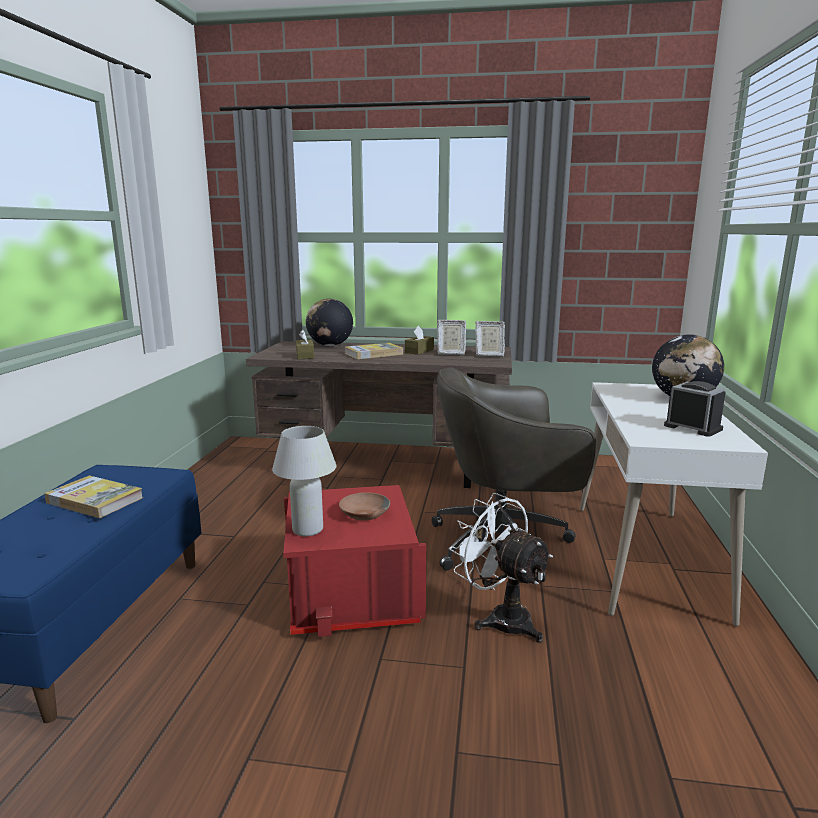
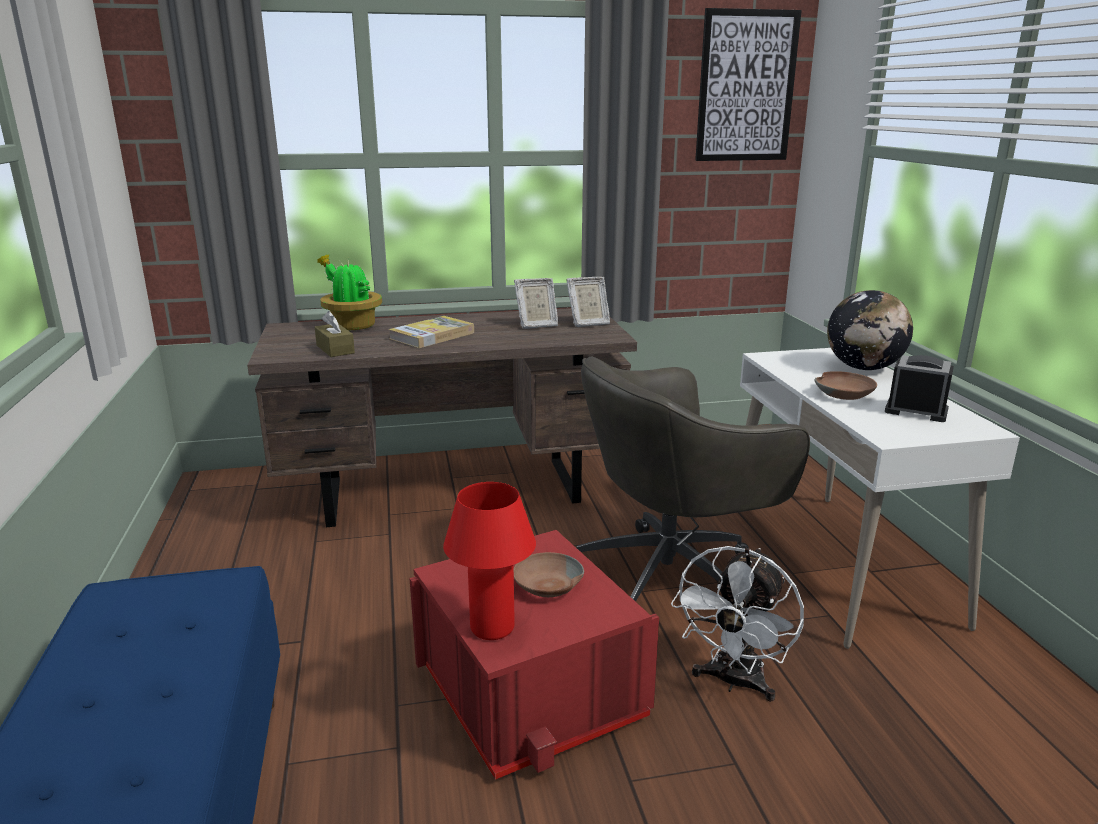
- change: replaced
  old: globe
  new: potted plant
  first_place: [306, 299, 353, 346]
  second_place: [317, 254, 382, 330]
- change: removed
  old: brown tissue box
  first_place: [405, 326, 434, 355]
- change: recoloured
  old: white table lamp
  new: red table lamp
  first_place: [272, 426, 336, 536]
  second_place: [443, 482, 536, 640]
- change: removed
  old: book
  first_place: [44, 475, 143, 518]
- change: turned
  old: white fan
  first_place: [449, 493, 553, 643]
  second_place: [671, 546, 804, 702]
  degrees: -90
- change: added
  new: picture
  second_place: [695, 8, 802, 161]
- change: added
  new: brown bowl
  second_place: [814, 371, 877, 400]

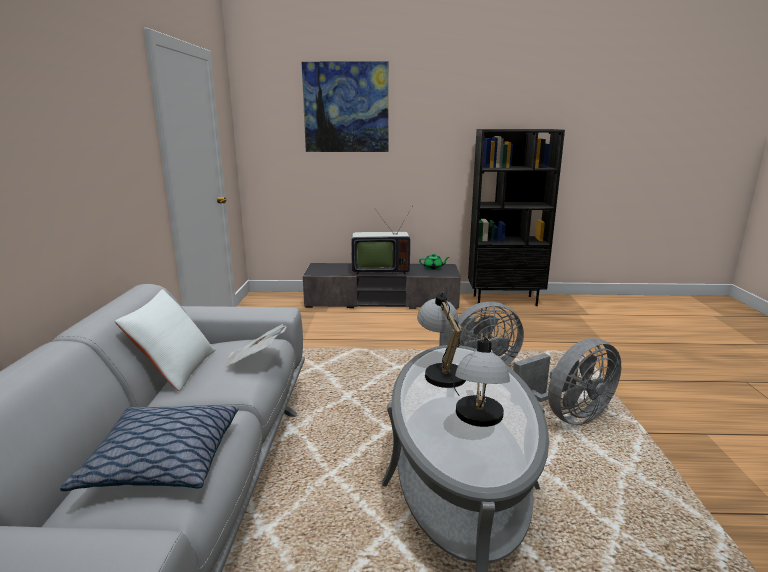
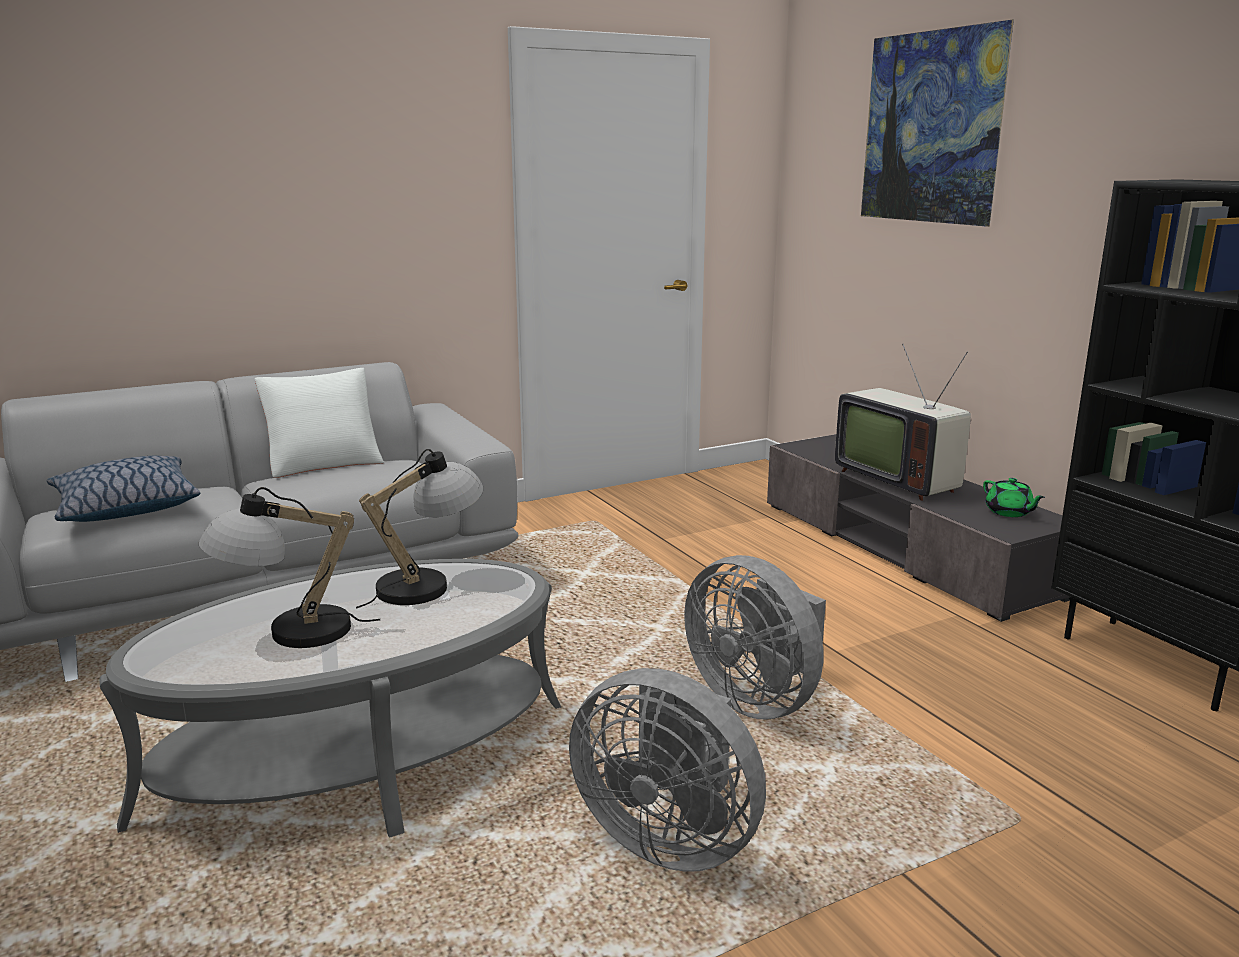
- change: removed
  old: newspaper
  first_place: [226, 324, 286, 367]

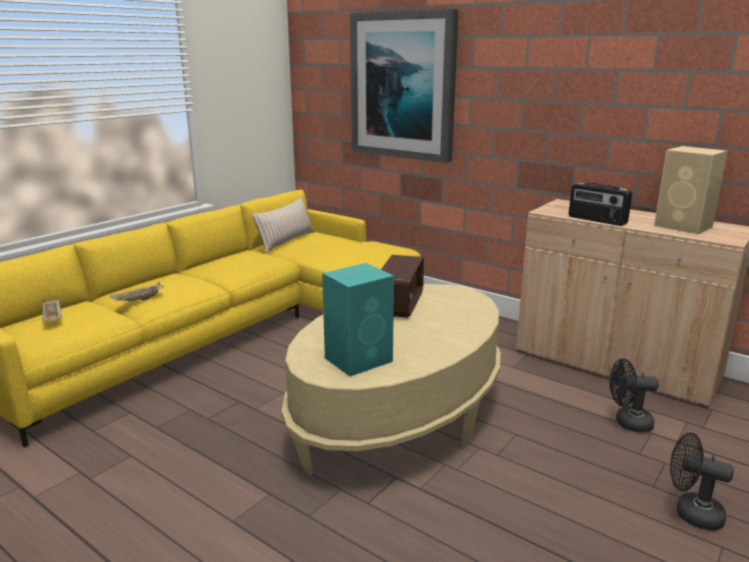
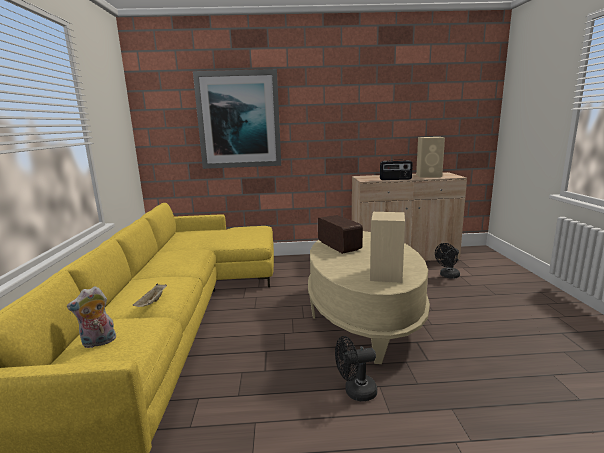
- change: removed
  old: beige pillow
  first_place: [252, 197, 314, 253]
- change: recoloured
  old: turquoise speaker
  new: beige speaker
  first_place: [322, 263, 394, 377]
  second_place: [370, 212, 405, 283]
- change: replaced
  old: beige tray
  new: plush toy
  first_place: [42, 299, 62, 321]
  second_place: [67, 286, 116, 348]
- change: moved
  old: black fan
  first_place: [670, 432, 734, 531]
  second_place: [335, 336, 377, 401]

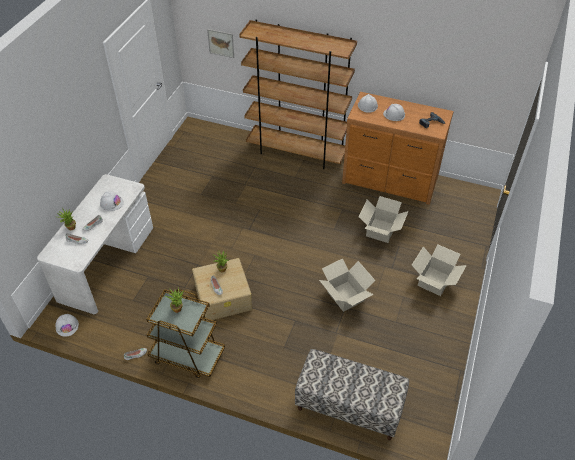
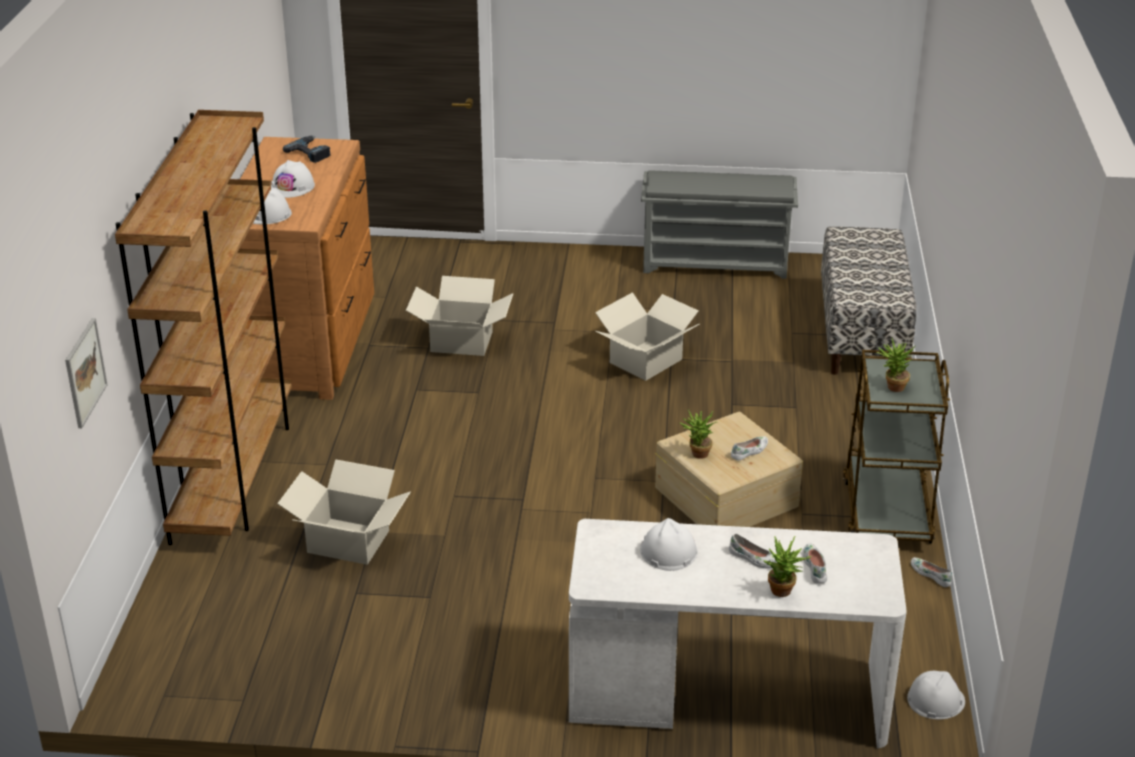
- change: moved
  old: cardboard box
  first_place: [412, 244, 467, 296]
  second_place: [277, 460, 411, 565]
- change: added
  new: grey shoe rack
  second_place: [641, 170, 798, 279]

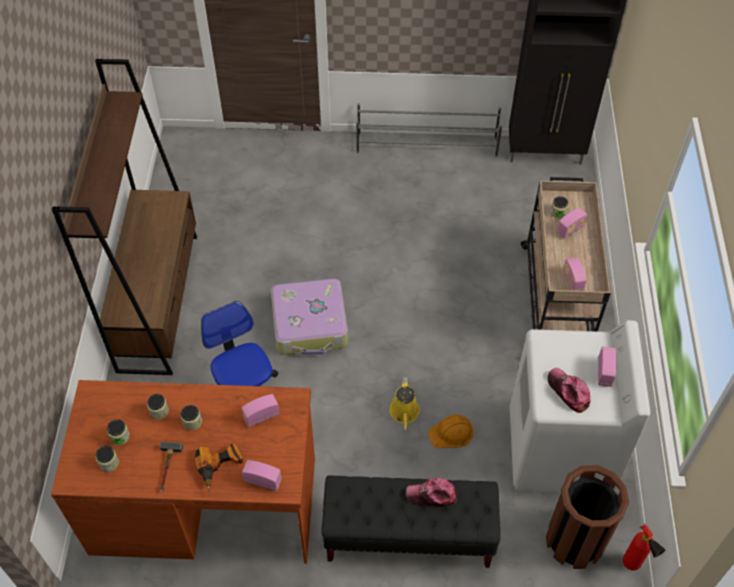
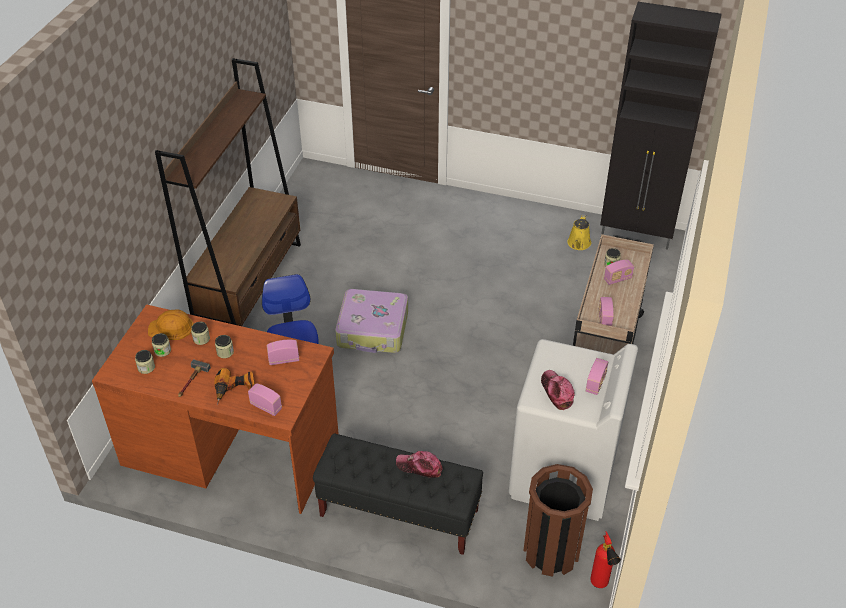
- change: removed
  old: grey shoe rack
  first_place: [356, 103, 502, 157]
- change: moved
  old: yellow watering can
  first_place: [390, 377, 420, 431]
  second_place: [567, 214, 591, 250]
- change: moved
  old: orange hard hat
  first_place: [428, 414, 474, 448]
  second_place: [148, 309, 194, 340]

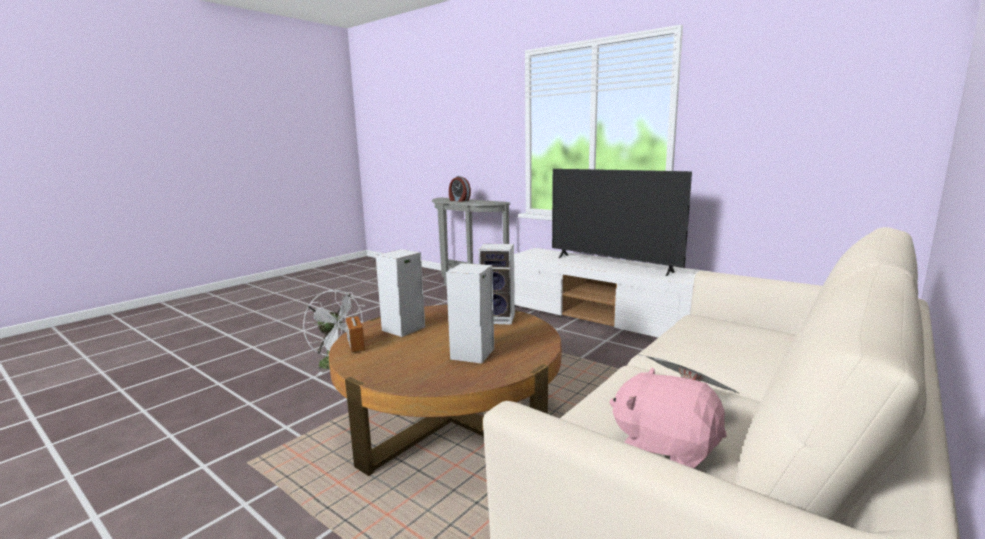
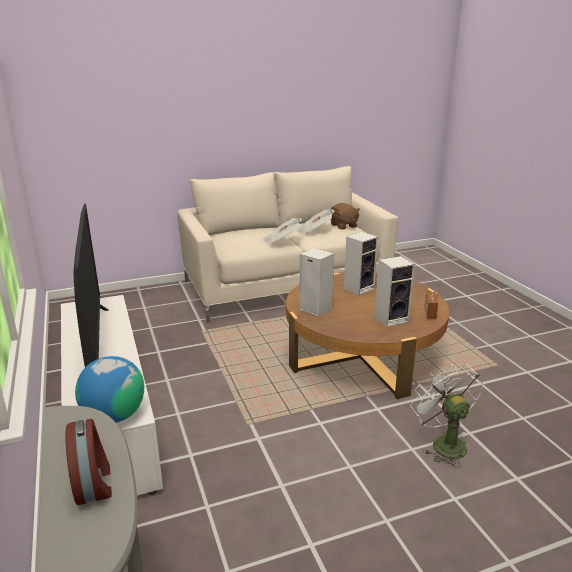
- change: recoloured
  old: pink plush toy
  new: brown plush toy
  first_place: [609, 367, 727, 468]
  second_place: [331, 203, 360, 230]
- change: added
  new: newspaper
  second_place: [262, 218, 302, 244]
- change: added
  new: globe
  second_place: [75, 356, 144, 423]

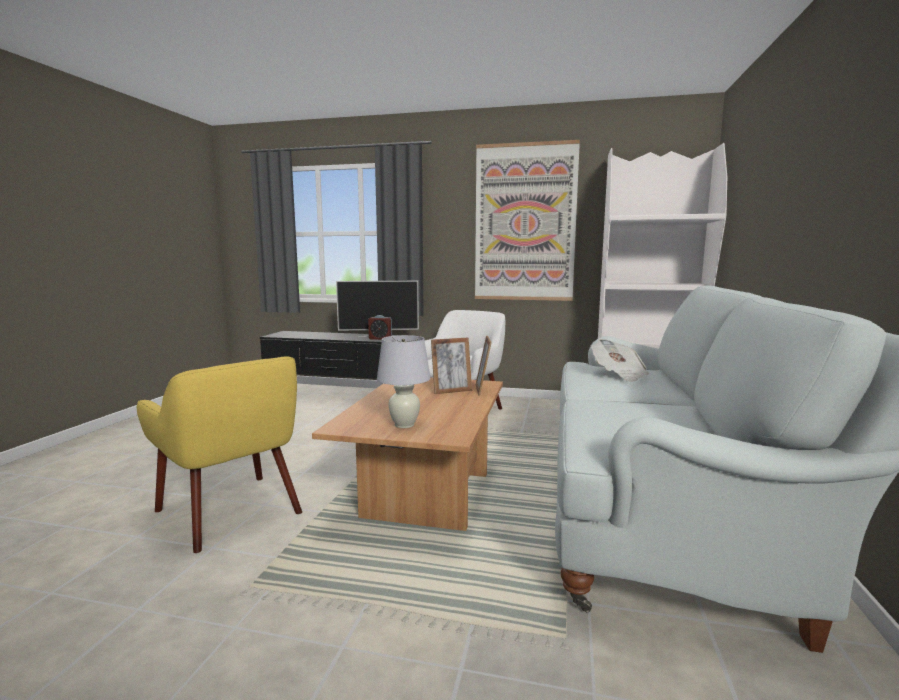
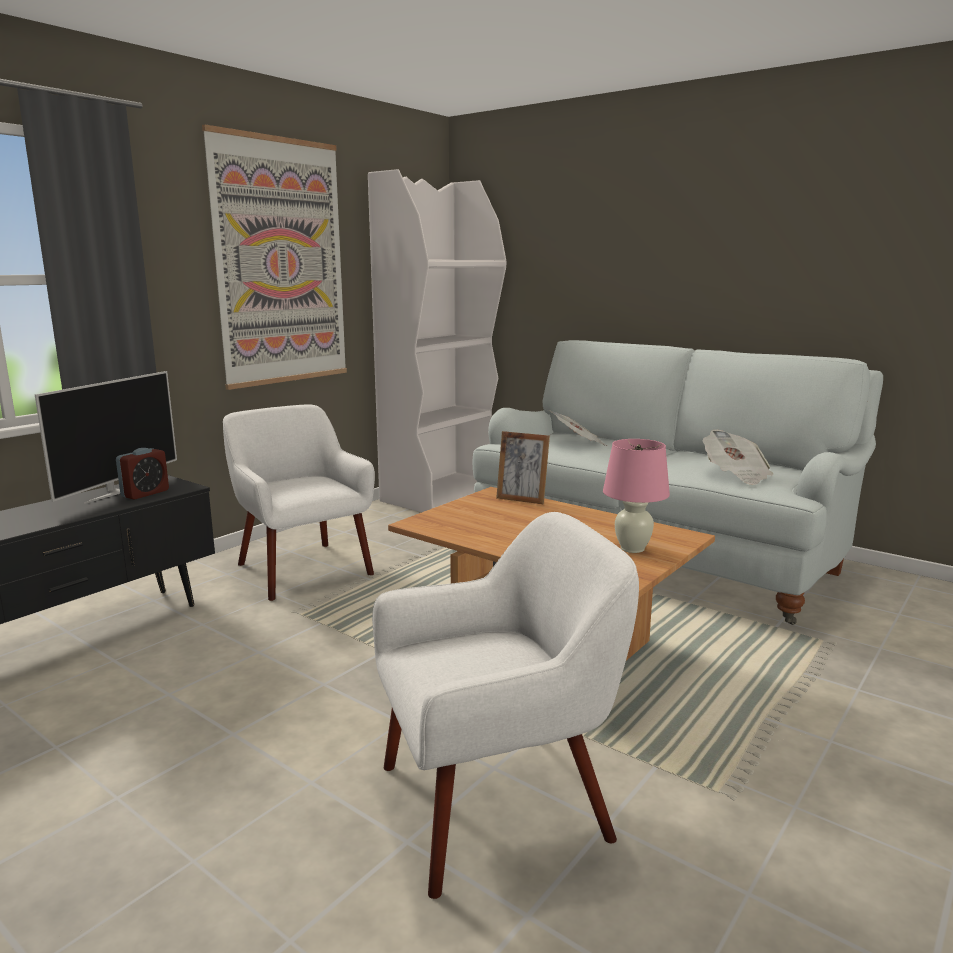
- change: recoloured
  old: white table lamp
  new: pink table lamp
  first_place: [377, 335, 431, 428]
  second_place: [603, 439, 670, 553]
- change: removed
  old: picture frame
  first_place: [431, 337, 472, 394]
- change: recoloured
  old: yellow armchair
  new: white armchair
  first_place: [137, 356, 302, 553]
  second_place: [372, 512, 639, 899]
- change: added
  new: newspaper
  second_place: [703, 430, 773, 485]

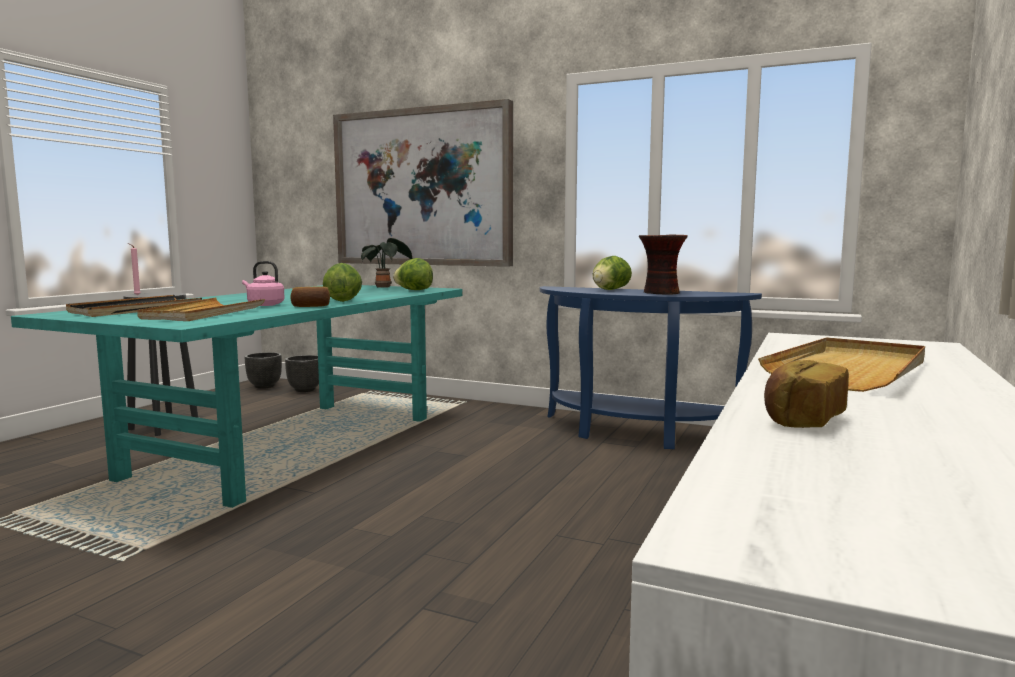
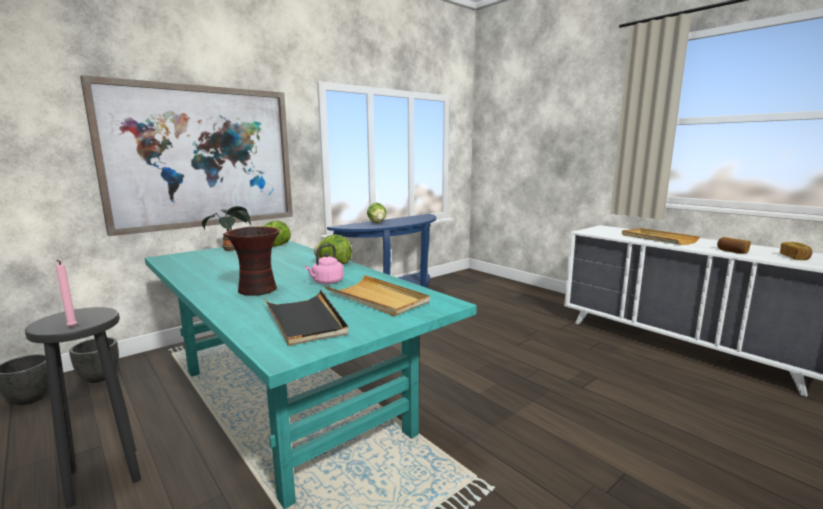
- change: moved
  old: vase
  first_place: [639, 235, 688, 295]
  second_place: [225, 227, 280, 296]
- change: moved
  old: bread
  first_place: [290, 286, 330, 307]
  second_place: [780, 242, 812, 260]

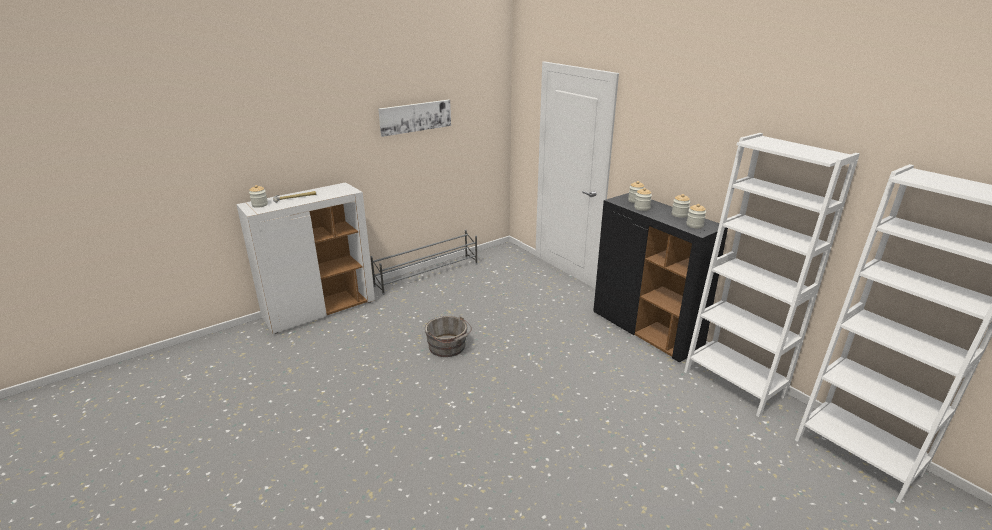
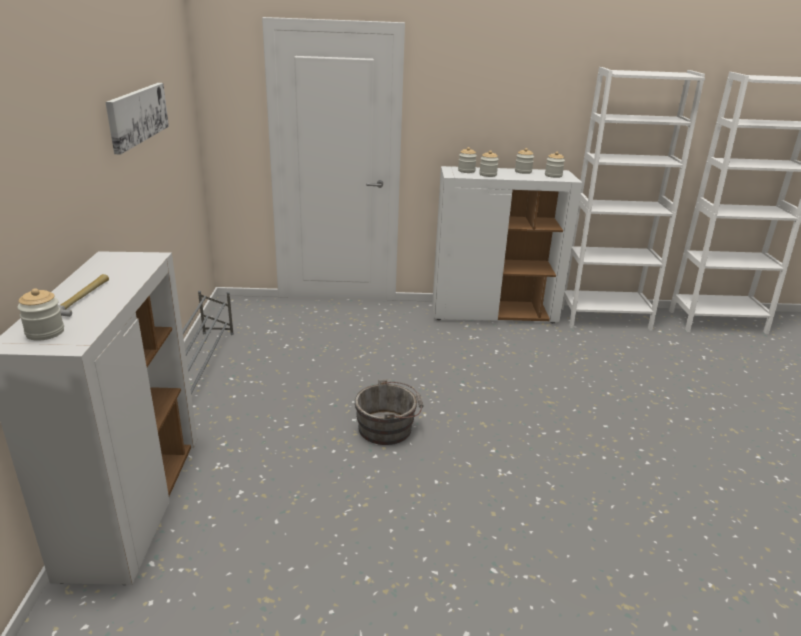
- change: recoloured
  old: black cabinet
  new: white cabinet
  first_place: [593, 193, 728, 363]
  second_place: [433, 166, 582, 323]

